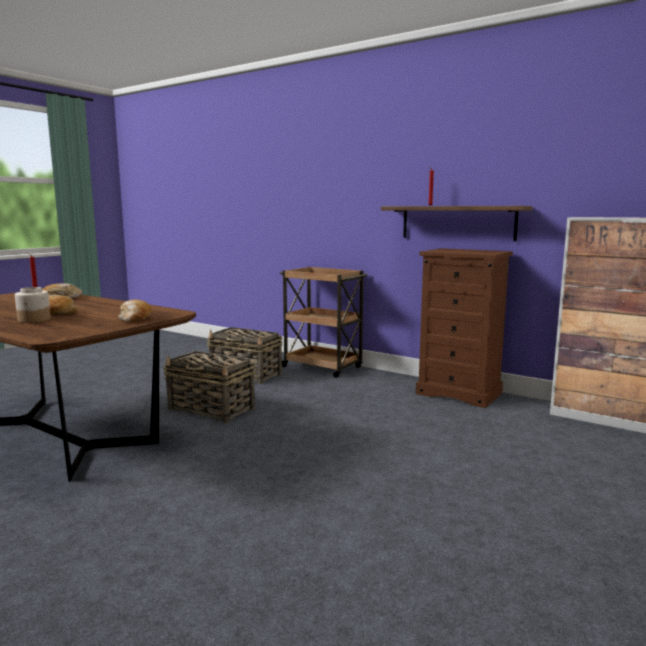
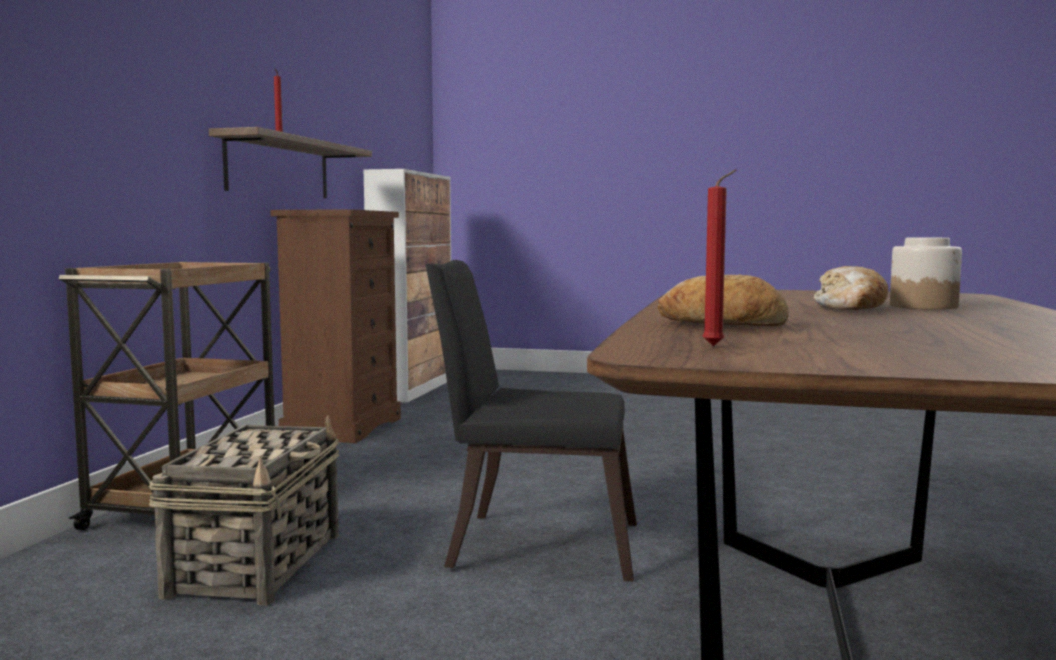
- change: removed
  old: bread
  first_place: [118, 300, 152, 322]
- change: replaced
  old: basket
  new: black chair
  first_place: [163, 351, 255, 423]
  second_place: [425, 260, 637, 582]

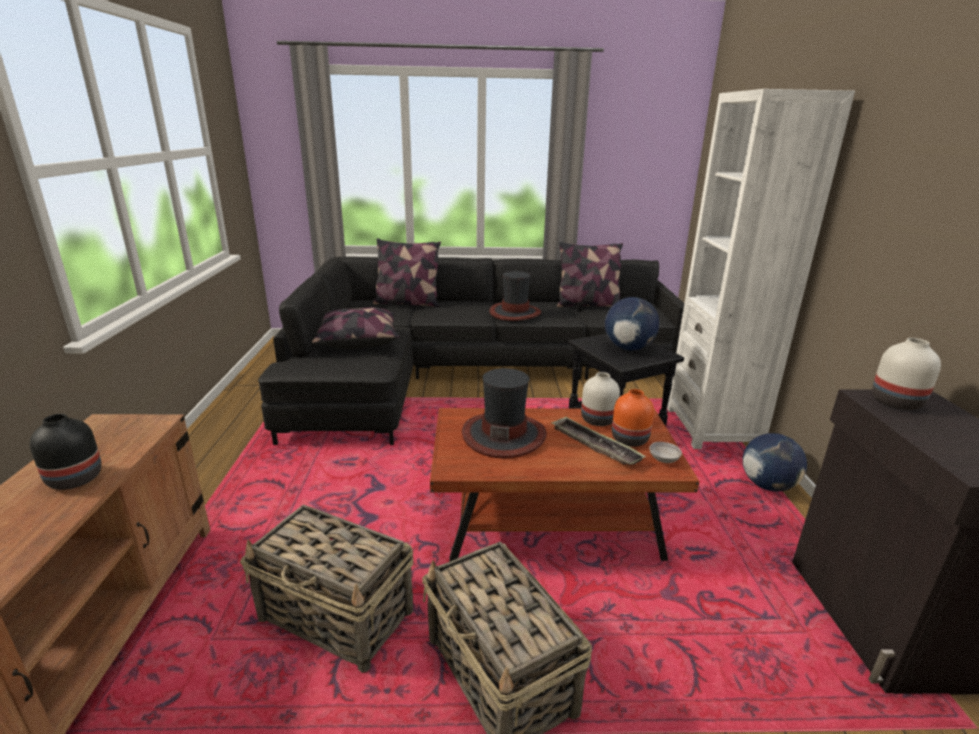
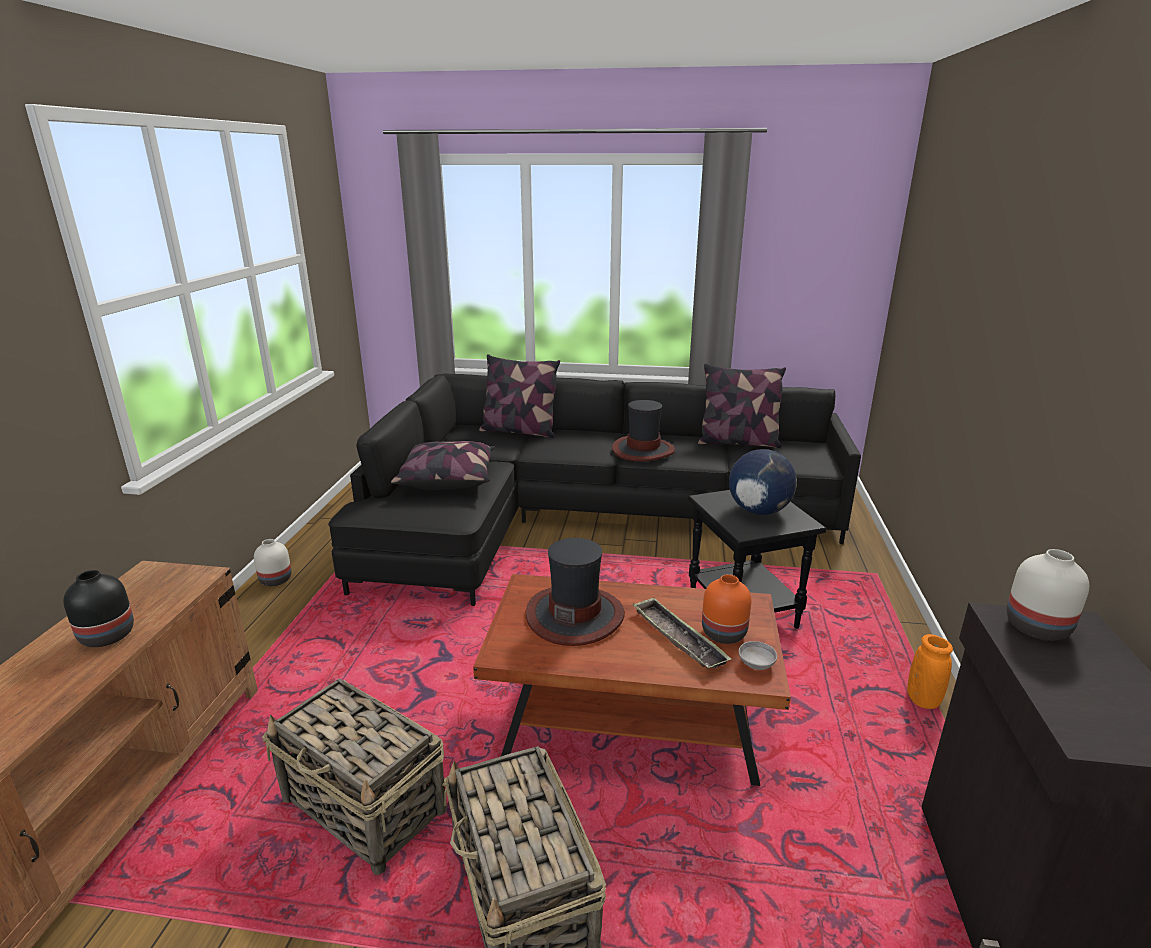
- change: removed
  old: white bookcase
  first_place: [667, 89, 855, 449]
- change: moved
  old: white vase
  first_place: [581, 372, 620, 426]
  second_place: [254, 539, 291, 586]
- change: replaced
  old: globe
  new: orange vase
  first_place: [742, 433, 807, 492]
  second_place: [907, 634, 953, 709]

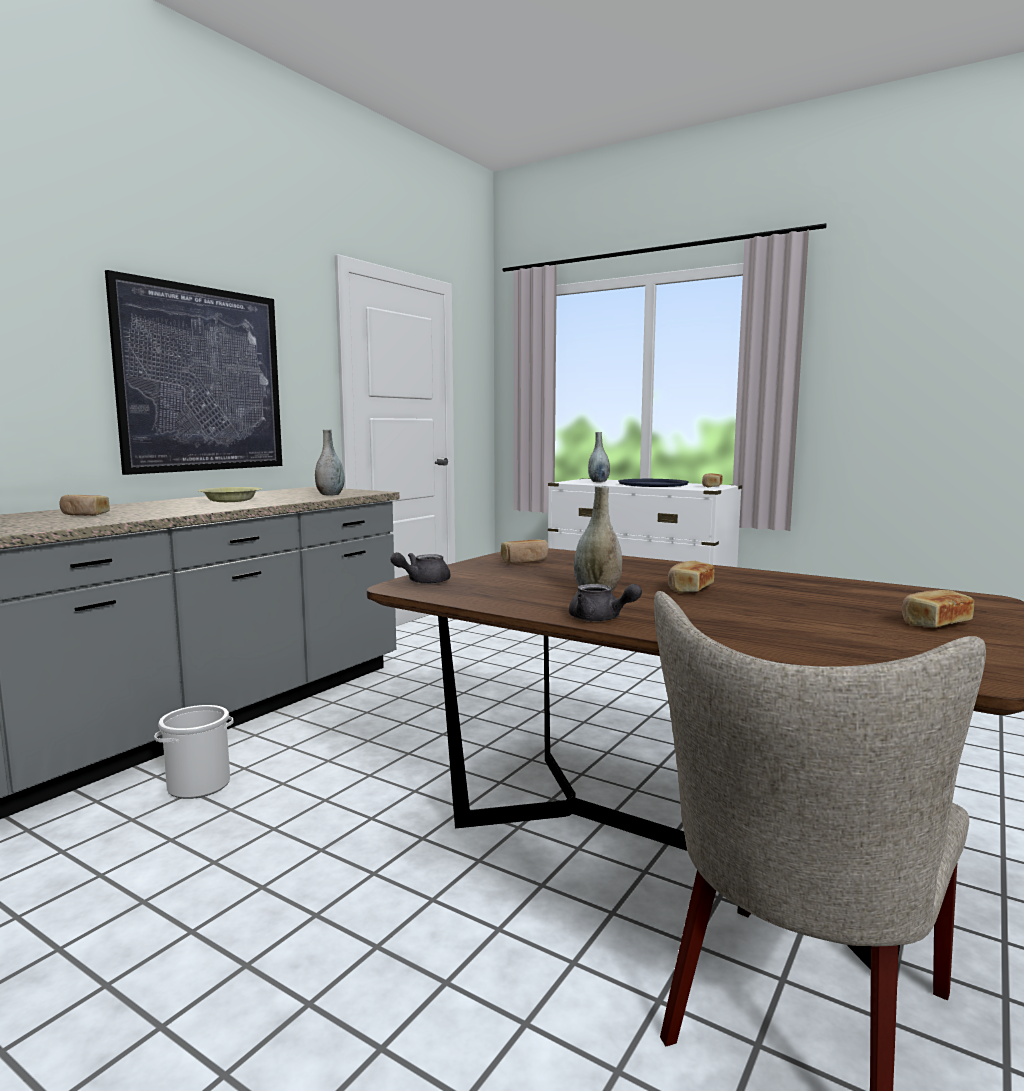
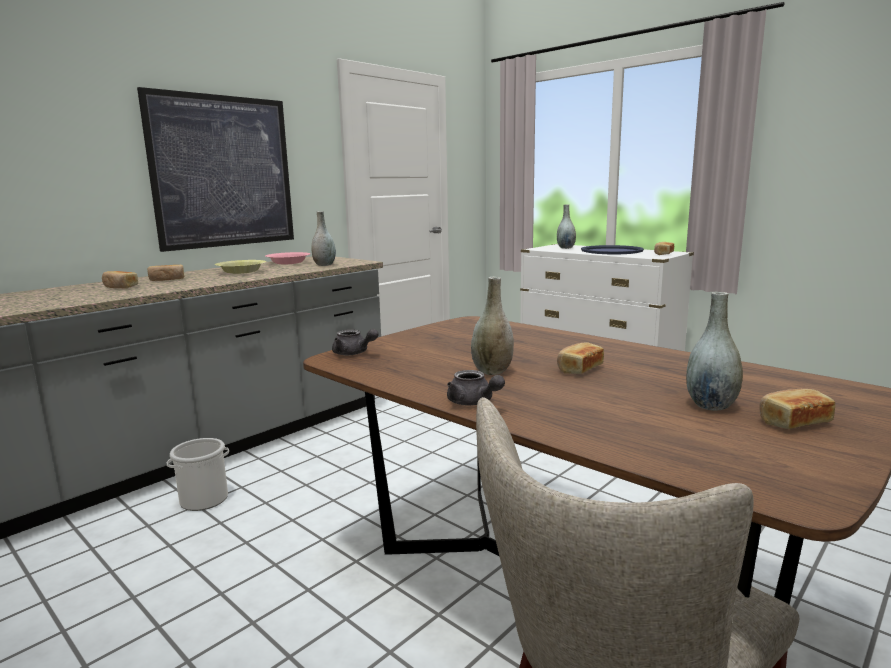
- change: moved
  old: bread
  first_place: [501, 540, 548, 564]
  second_place: [148, 265, 184, 281]
- change: turned
  old: grey teapot
  first_place: [390, 552, 450, 584]
  second_place: [332, 329, 379, 356]
  degrees: -120
- change: added
  new: pink bowl
  second_place: [265, 252, 310, 264]
- change: added
  new: grey vase
  second_place: [686, 292, 743, 411]

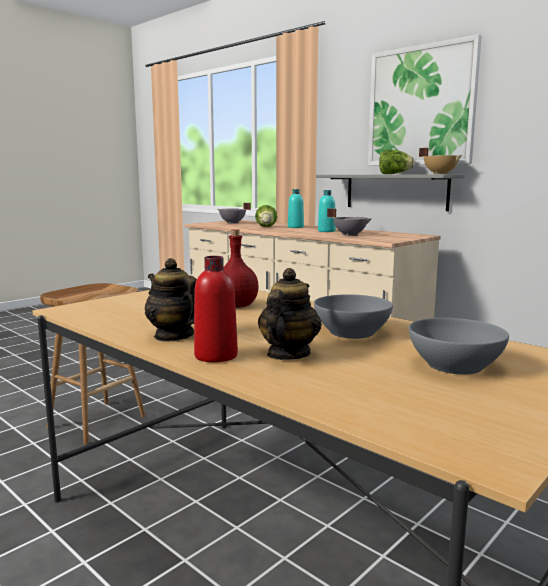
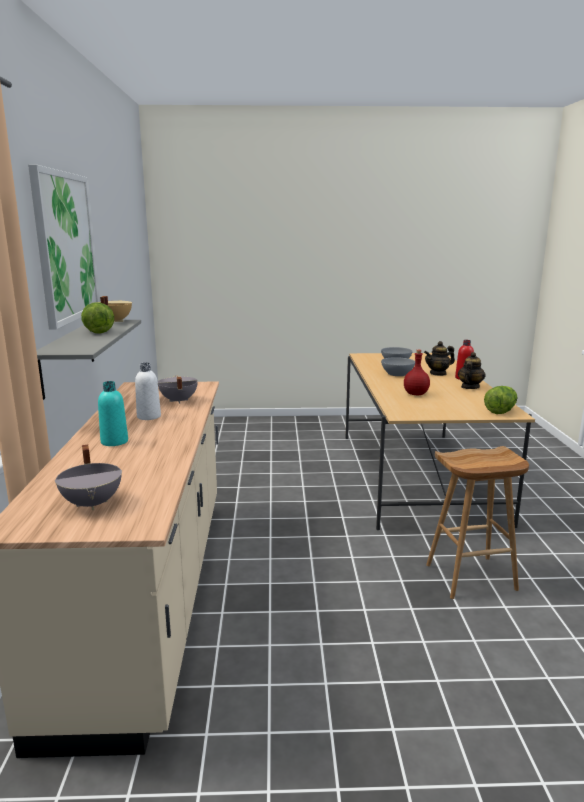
- change: recoloured
  old: turquoise bottle
  new: white bottle
  first_place: [318, 190, 335, 232]
  second_place: [135, 363, 161, 420]
- change: moved
  old: lettuce
  first_place: [255, 205, 277, 227]
  second_place: [484, 386, 517, 414]
- change: turned
  old: teapot
  first_place: [145, 258, 197, 341]
  second_place: [458, 352, 486, 389]
  degrees: -150

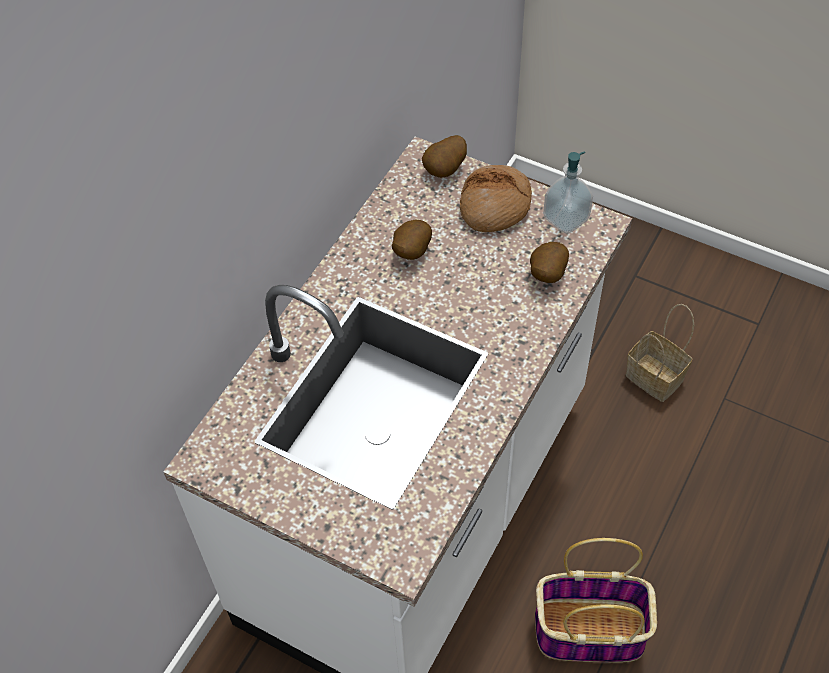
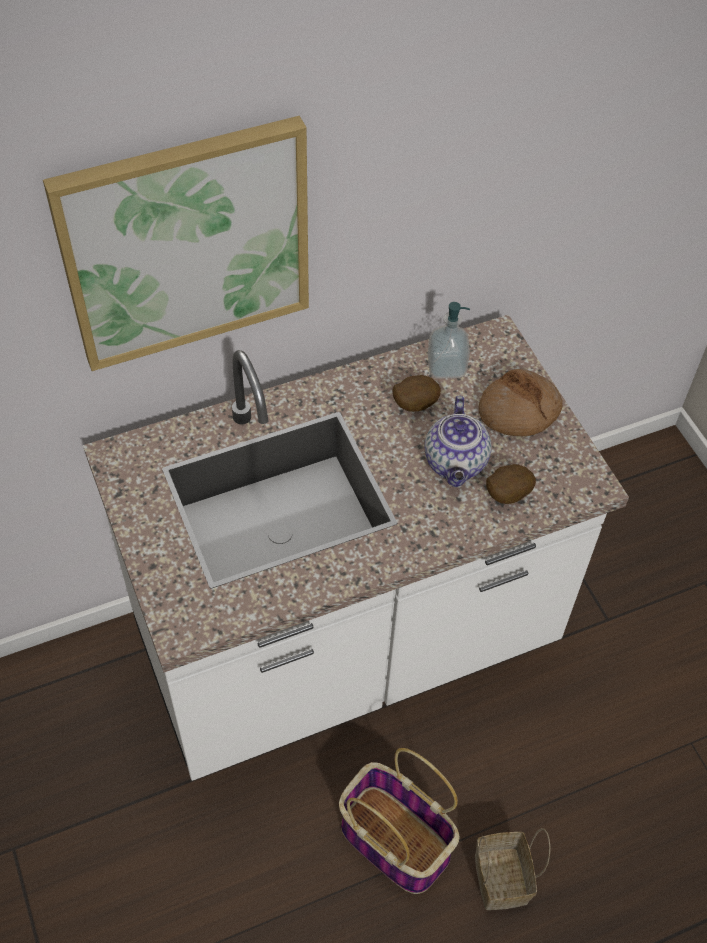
- change: removed
  old: potato
  first_place: [422, 135, 467, 178]
- change: moved
  old: soap dispenser
  first_place: [543, 152, 593, 234]
  second_place: [428, 302, 470, 379]
- change: moved
  old: basket
  first_place: [626, 304, 694, 402]
  second_place: [475, 828, 550, 910]
- change: added
  new: picture
  second_place: [43, 116, 309, 371]
- change: added
  new: teapot
  second_place: [424, 396, 492, 487]

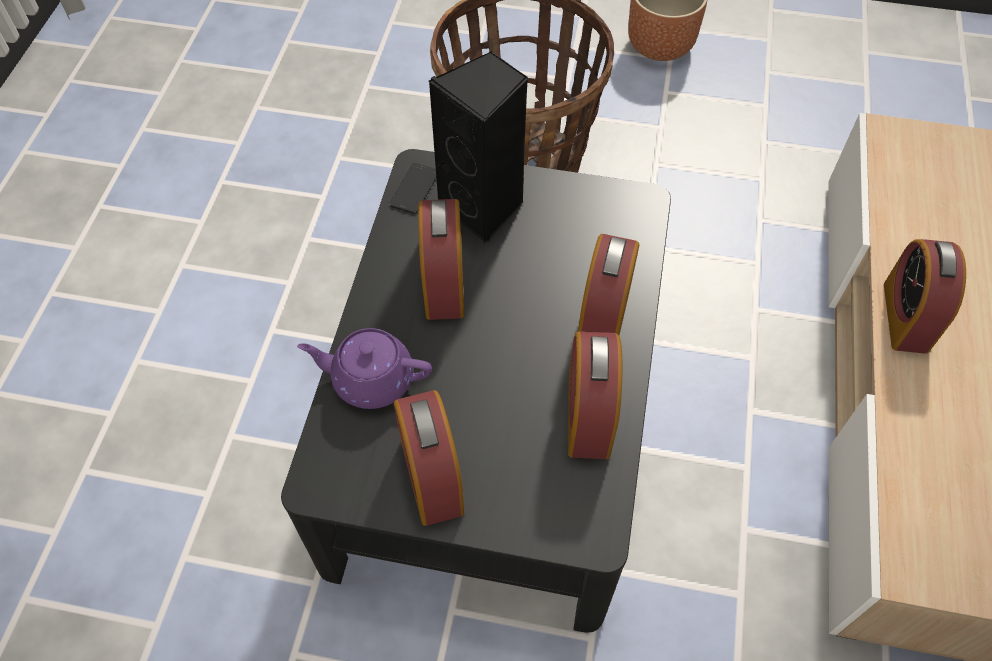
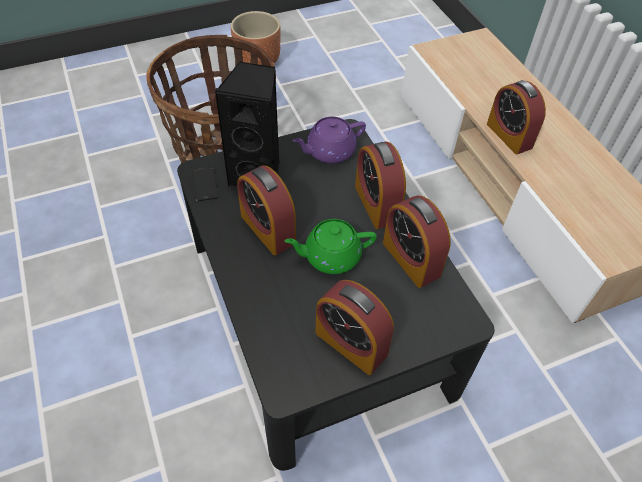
- change: moved
  old: purple teapot
  first_place: [297, 328, 432, 409]
  second_place: [292, 117, 366, 164]
- change: added
  new: green teapot
  second_place: [284, 219, 377, 274]

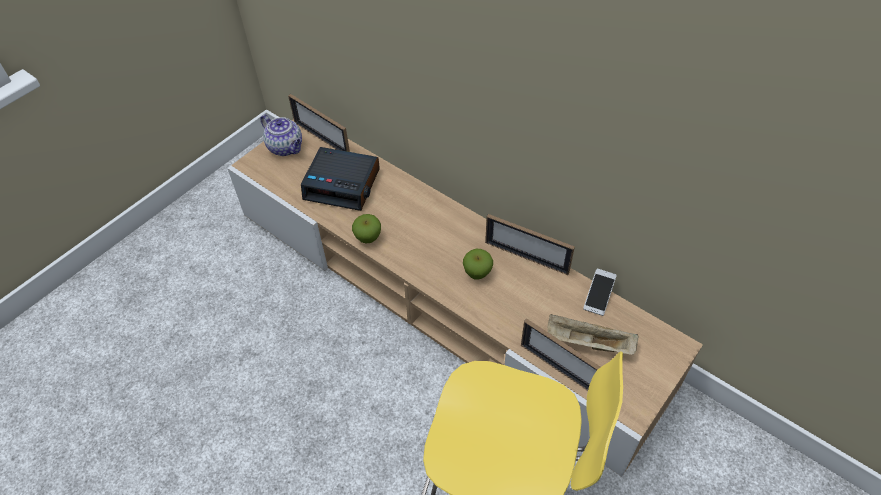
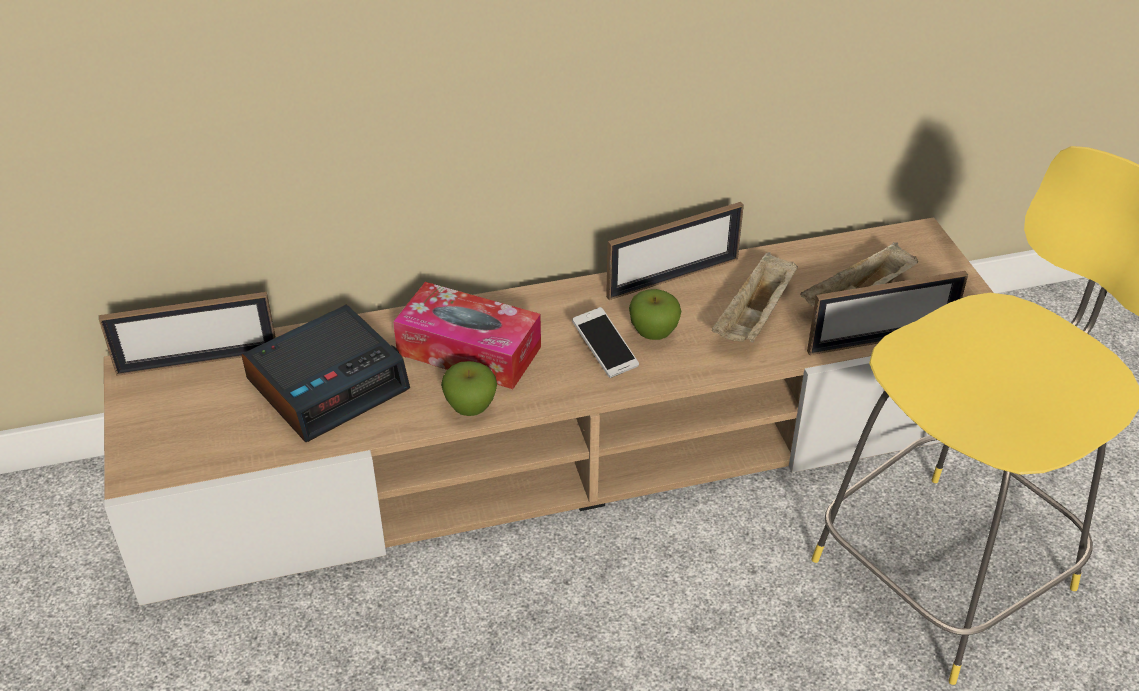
- change: removed
  old: teapot
  first_place: [260, 114, 302, 156]
- change: moved
  old: phone
  first_place: [583, 268, 617, 316]
  second_place: [572, 307, 639, 378]
- change: added
  new: beige tray
  second_place: [712, 252, 798, 342]
- change: added
  new: tissue box
  second_place: [393, 282, 541, 389]

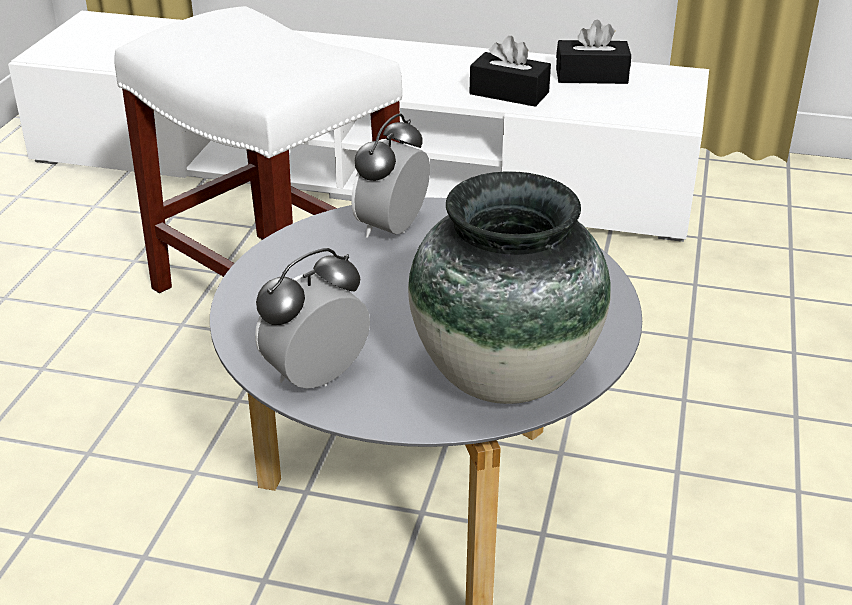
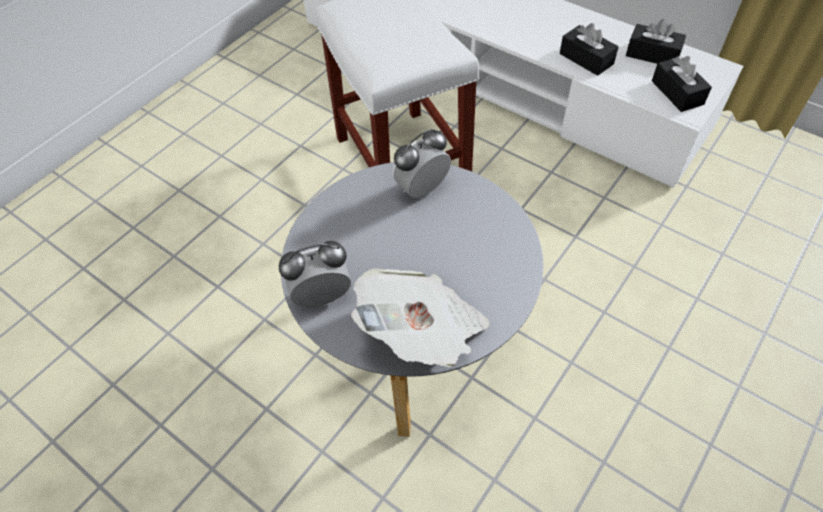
- change: replaced
  old: vase
  new: newspaper
  first_place: [408, 171, 611, 404]
  second_place: [351, 268, 490, 368]
- change: added
  new: black tissue box
  second_place: [652, 56, 712, 112]

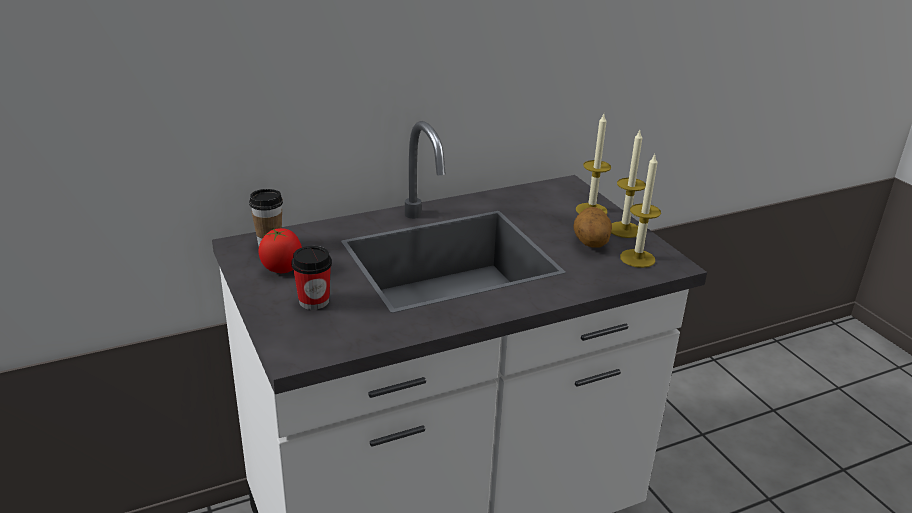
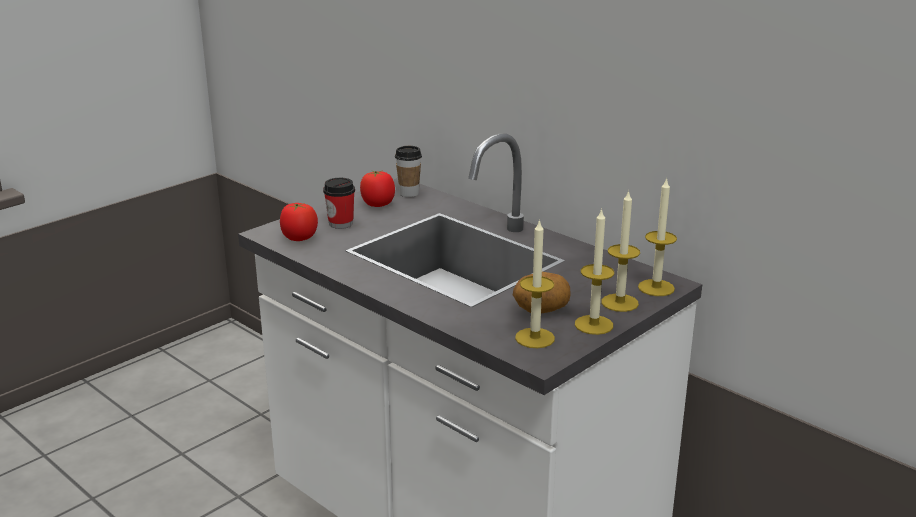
- change: added
  new: candle
  second_place: [638, 178, 677, 296]
- change: added
  new: tomato
  second_place: [280, 203, 318, 241]

